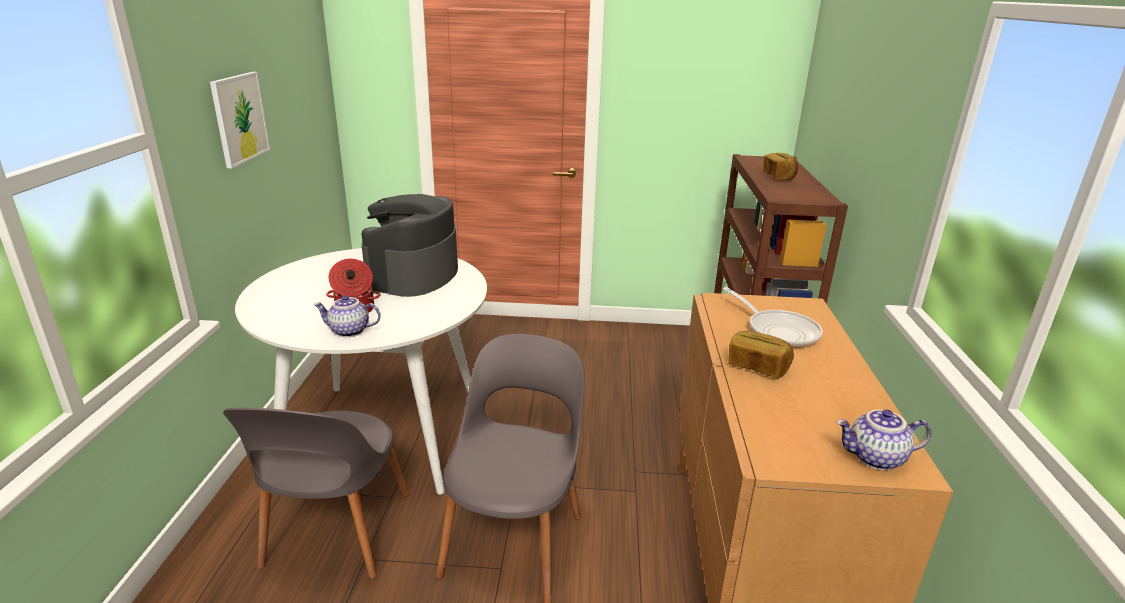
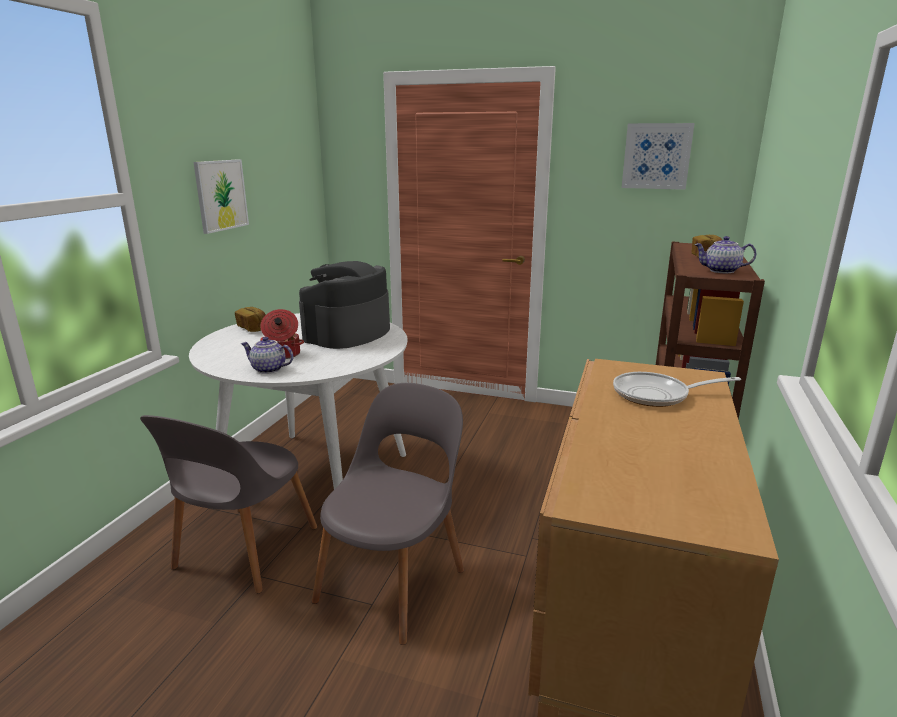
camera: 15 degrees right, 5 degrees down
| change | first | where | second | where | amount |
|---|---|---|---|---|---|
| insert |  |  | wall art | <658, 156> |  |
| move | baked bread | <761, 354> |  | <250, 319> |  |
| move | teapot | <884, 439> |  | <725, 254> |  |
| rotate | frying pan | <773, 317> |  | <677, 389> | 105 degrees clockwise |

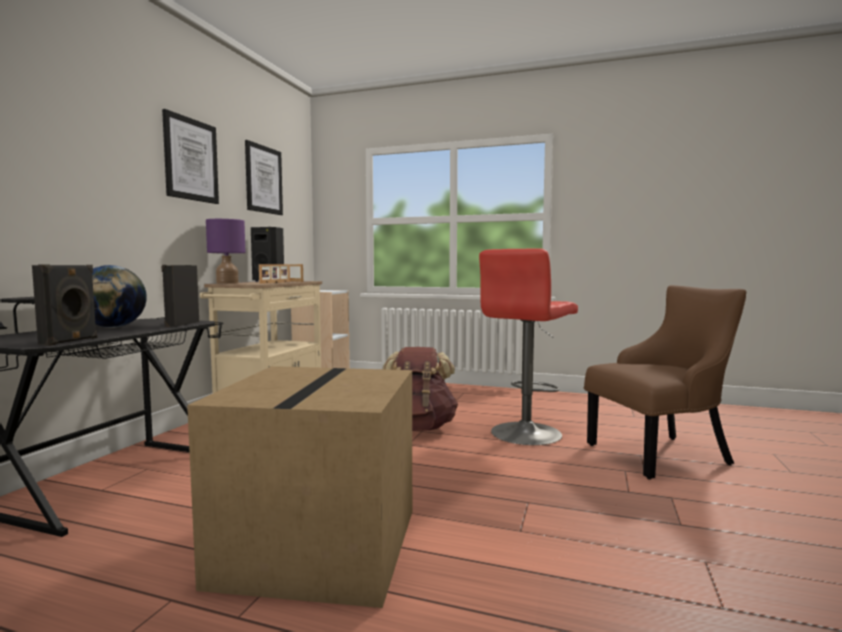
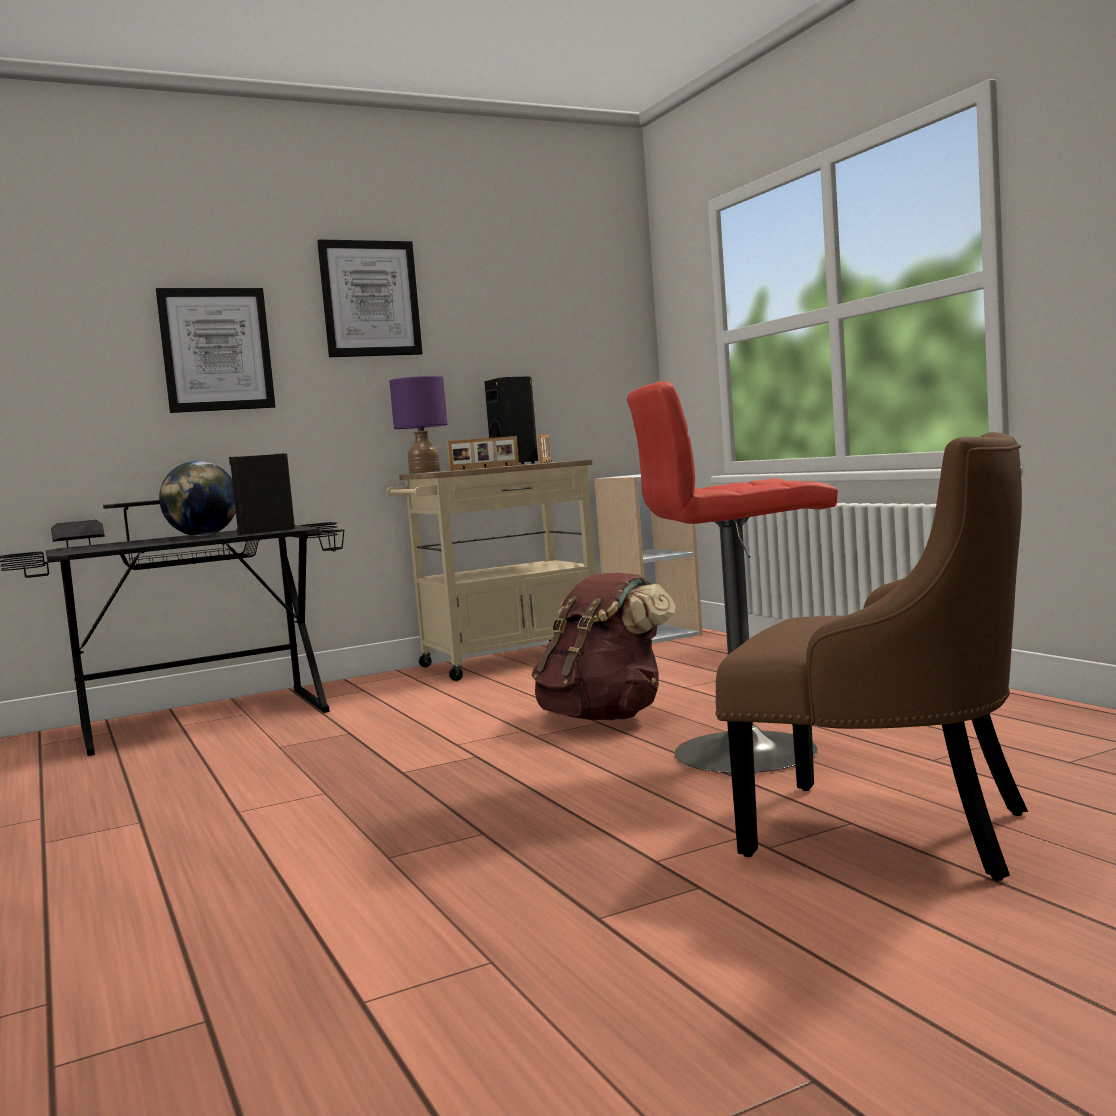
camera: 45 degrees right, 0 degrees up
| change | first | where | second | where | amount |
|---|---|---|---|---|---|
| delete | blackish loudspeaker | <64, 305> |  |  |  |
| delete | carton | <299, 487> |  |  |  |
| move | wall art | <264, 177> |  | <216, 350> |  |

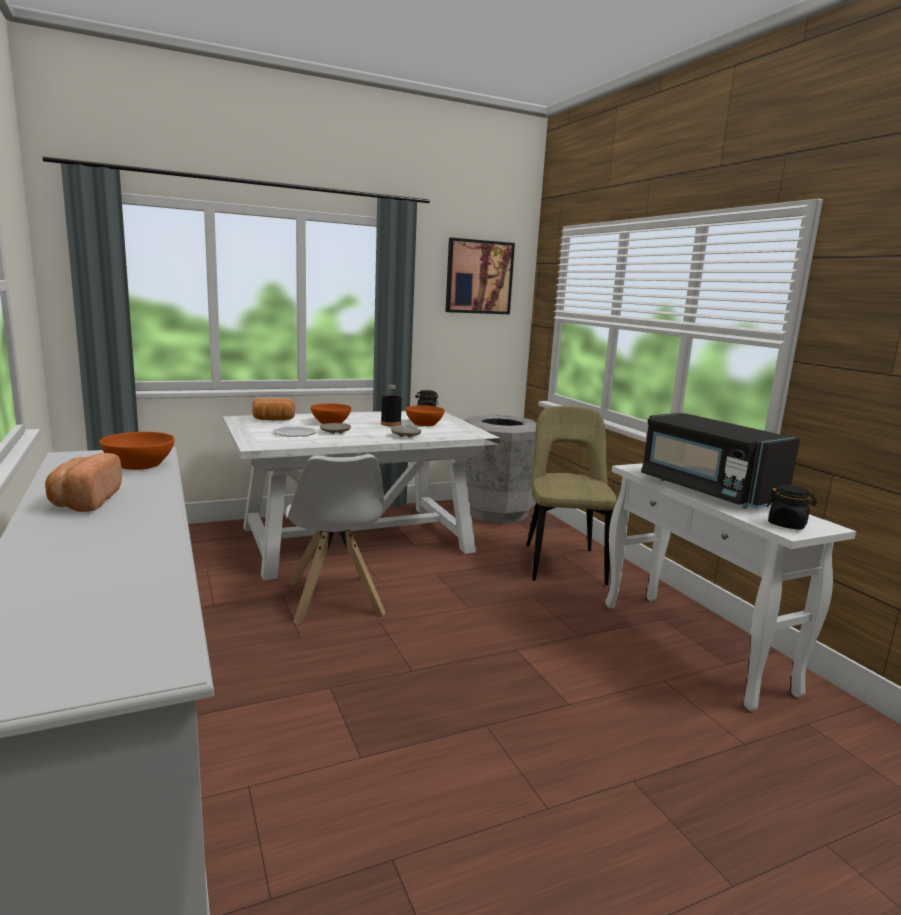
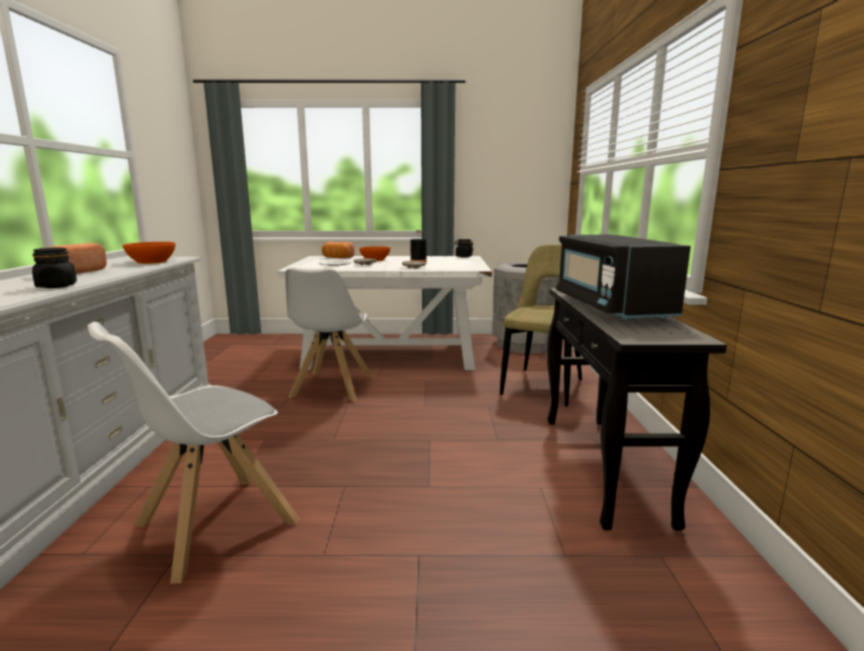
camera: 25 degrees right, 0 degrees up
| change | first | where | second | where | amount |
|---|---|---|---|---|---|
| delete | orangey bowl | <425, 415> |  |  |  |
| delete | wall art | <480, 276> |  |  |  |
| insert |  |  | plain chair | <193, 453> |  |
| move | blackish storage jar | <792, 507> |  | <54, 267> |  |
| recolor | white narrow table | <730, 587> | blackish narrow table | <637, 409> |  |

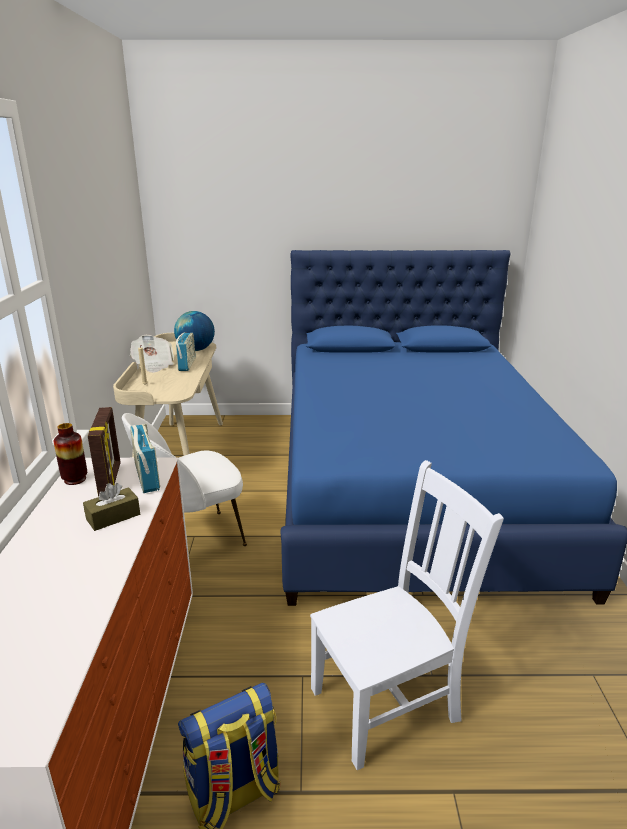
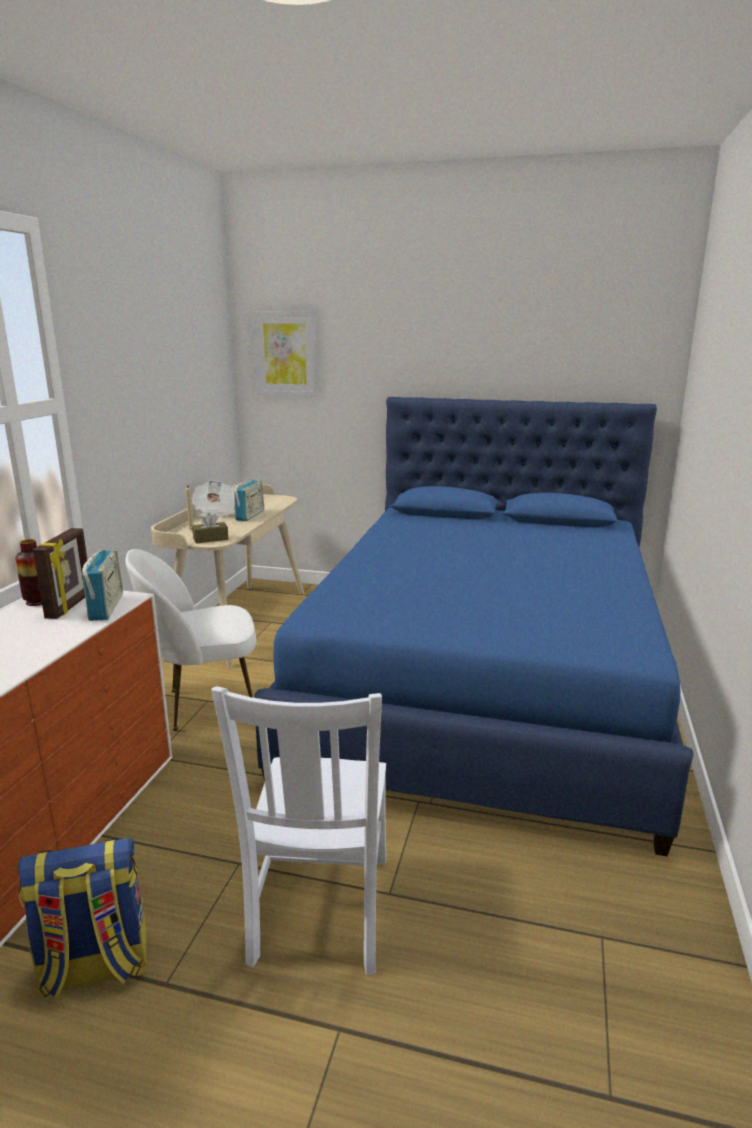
camera: 15 degrees right, 5 degrees down
| change | first | where | second | where | amount |
|---|---|---|---|---|---|
| delete | desk globe | <194, 331> |  |  |  |
| insert |  |  | wall art | <285, 354> |  |
| move | brownish tissue holder | <111, 507> |  | <210, 528> |  |
| rotate | white plain chair | <407, 615> |  | <298, 830> | 105 degrees clockwise |

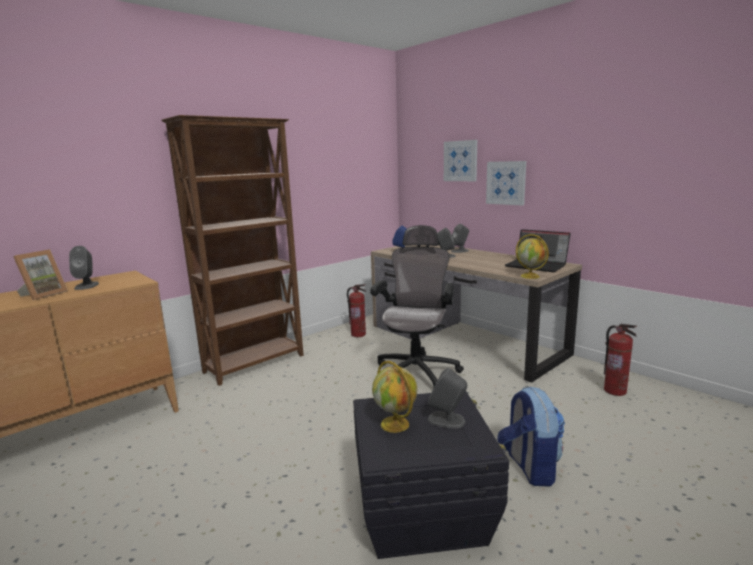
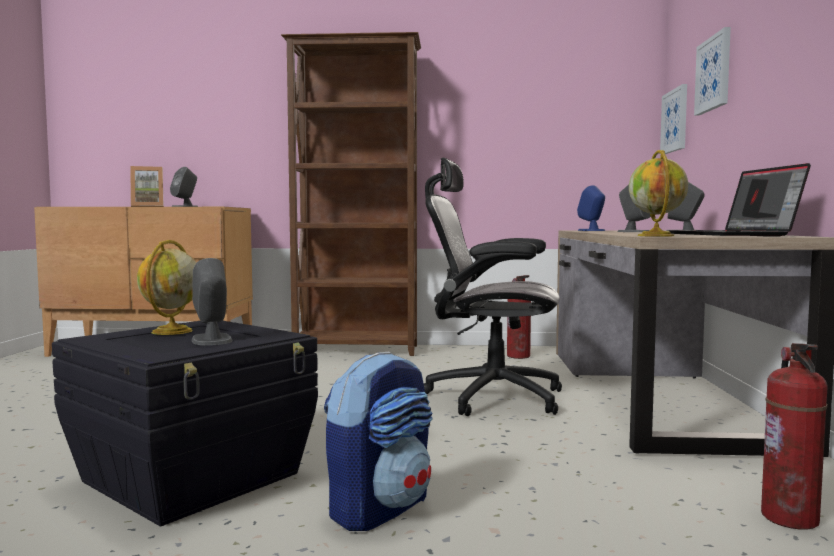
camera: 45 degrees right, 10 degrees down
| change | first | where | second | where | amount |
|---|---|---|---|---|---|
| move | wall art | <506, 183> |  | <673, 119> |  |
| rotate | office chair | <417, 305> |  | <493, 287> | 135 degrees counterclockwise |

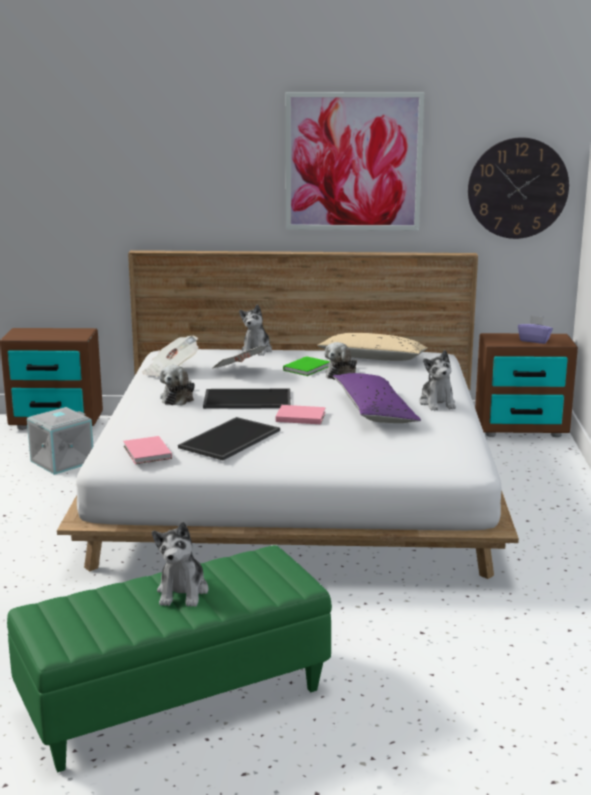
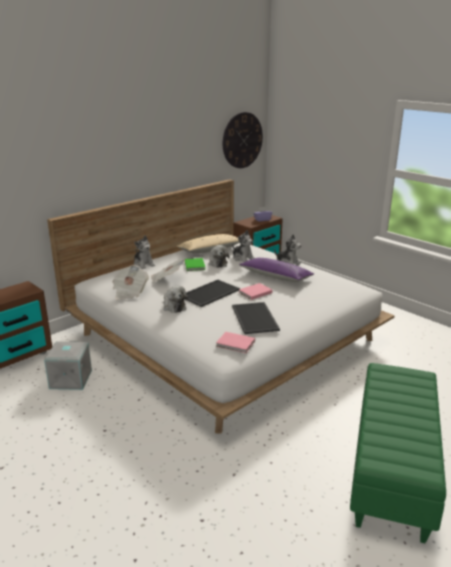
camera: 45 degrees left, 5 degrees up
| change | first | where | second | where | amount |
|---|---|---|---|---|---|
| delete | wall art | <355, 161> |  |  |  |
| move | soft toy | <180, 564> |  | <243, 246> |  |

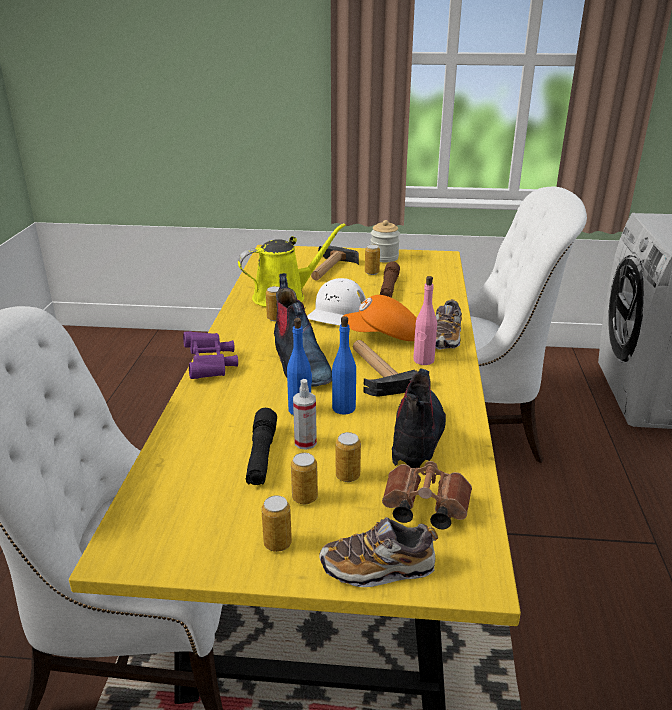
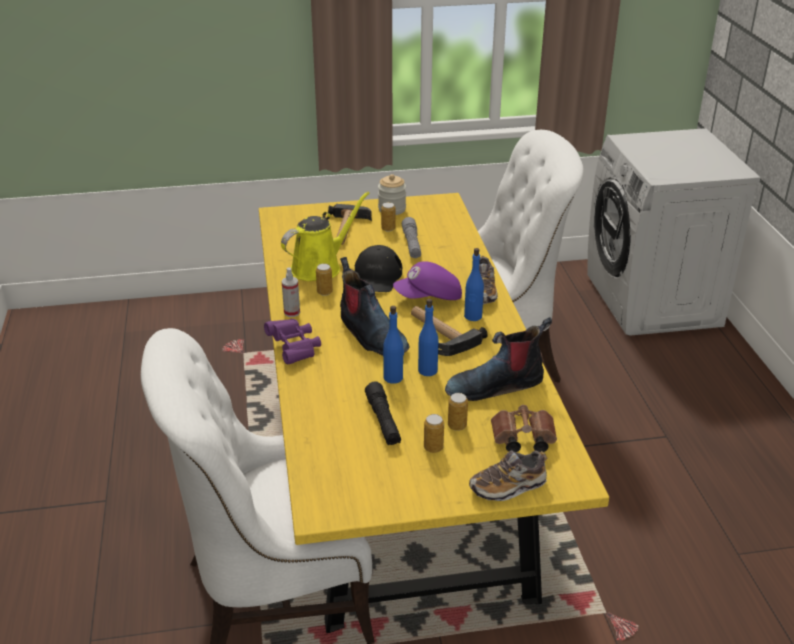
camera: 15 degrees left, 5 degrees up
| change | first | where | second | where | amount |
|---|---|---|---|---|---|
| delete | metal can | <276, 523> |  |  |  |
| move | hand sprayer | <305, 414> |  | <291, 292> |  |
| recolor | white baseball cap | <336, 302> | blackish baseball cap | <378, 268> |  |
| recolor | orangey baseball cap | <379, 318> | purple baseball cap | <427, 280> |  |
| recolor | brownish torch | <390, 279> | gray torch | <411, 237> |  |
| recolor | pink drink bottle | <425, 320> | blue-coloured drink bottle | <474, 284> |  |
| rotate | high-top boot | <419, 418> |  | <498, 359> | 105 degrees counterclockwise |

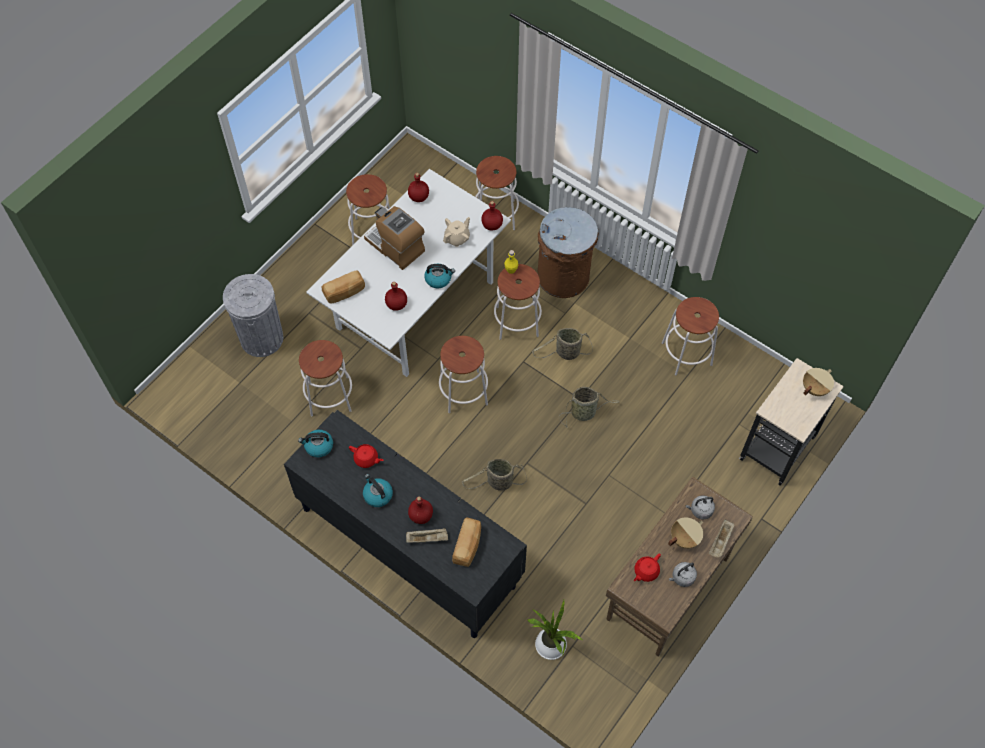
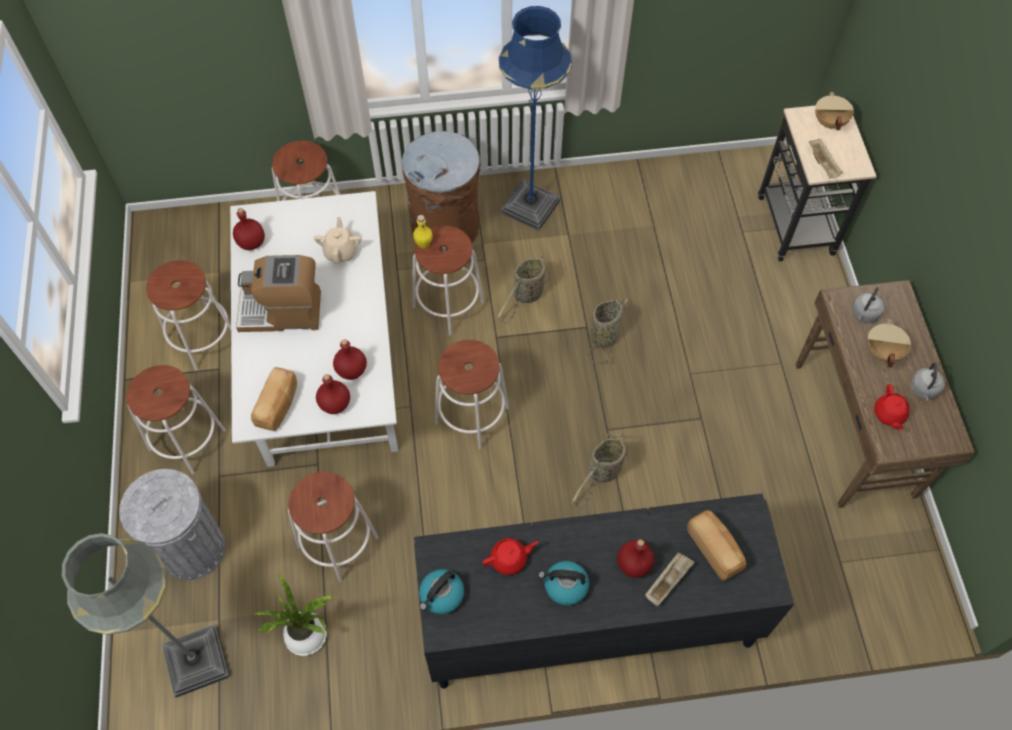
camera: 45 degrees left, 0 degrees up
| change | first | where | second | where | amount |
|---|---|---|---|---|---|
| delete | water kettle | <439, 276> |  |  |  |
| insert |  |  | gray floor lamp | <146, 615> |  |
| insert |  |  | blue-coloured floor lamp | <535, 118> |  |
| move | reddish drink bottle | <492, 215> |  | <333, 394> |  |
| move | houseplant | <555, 630> |  | <293, 614> |  |
| move | white sitting stool | <690, 336> |  | <176, 419> |  |
| move | beige-coloured serving tray | <722, 538> |  | <826, 159> |  |

